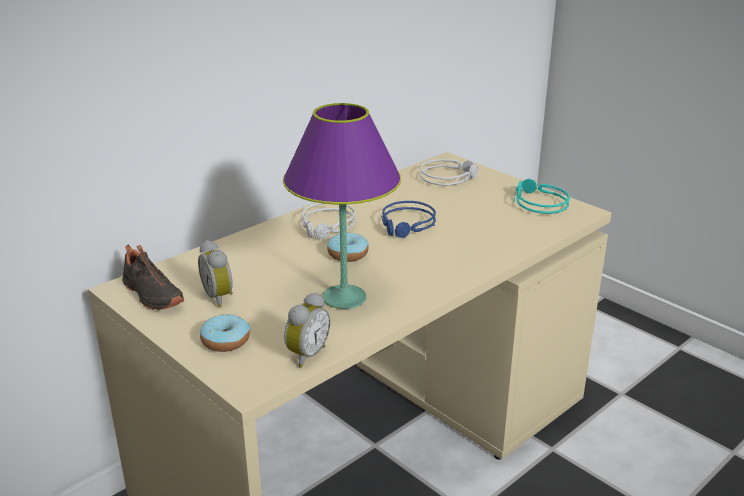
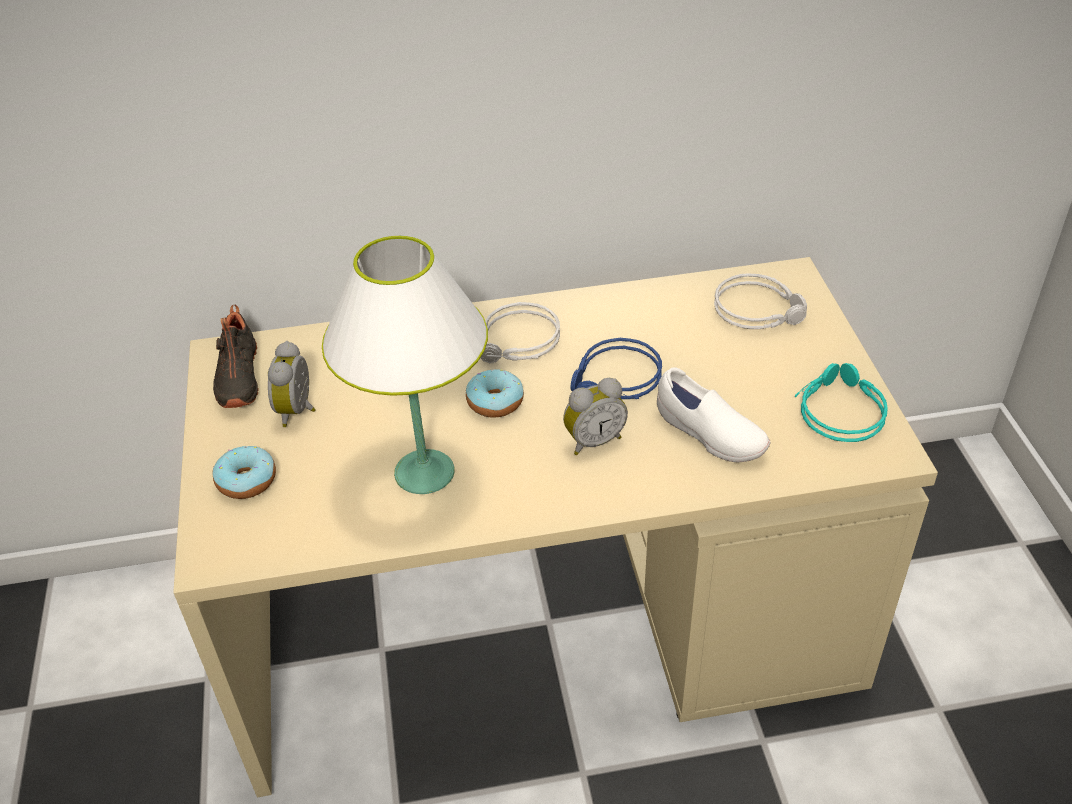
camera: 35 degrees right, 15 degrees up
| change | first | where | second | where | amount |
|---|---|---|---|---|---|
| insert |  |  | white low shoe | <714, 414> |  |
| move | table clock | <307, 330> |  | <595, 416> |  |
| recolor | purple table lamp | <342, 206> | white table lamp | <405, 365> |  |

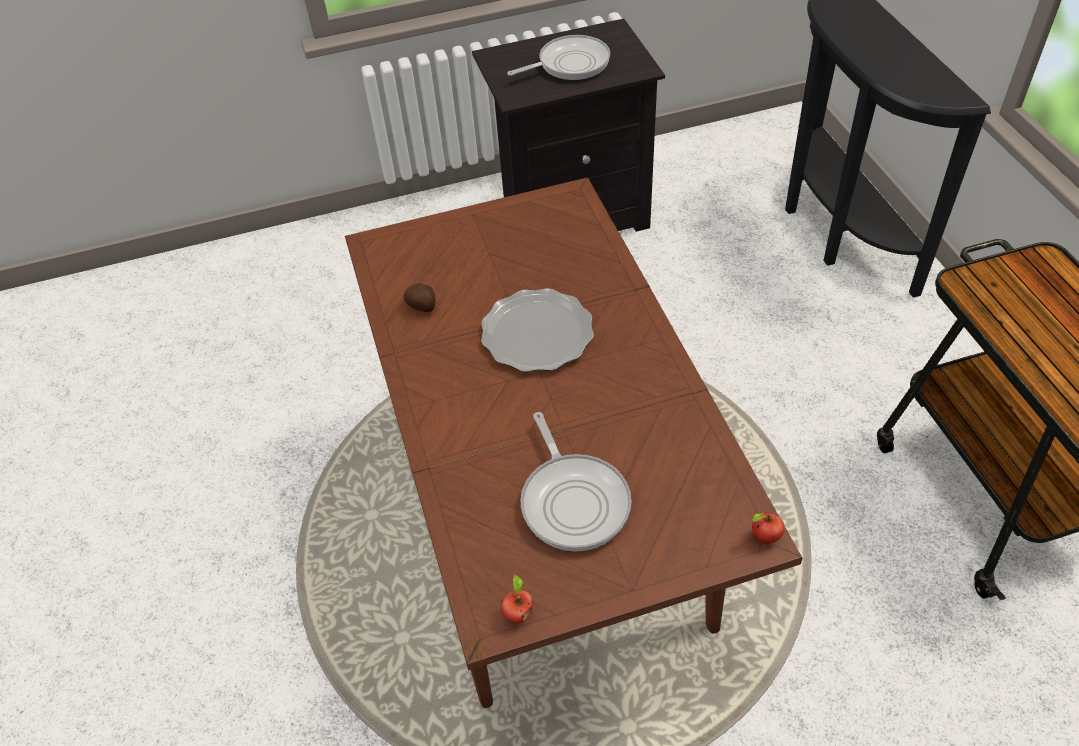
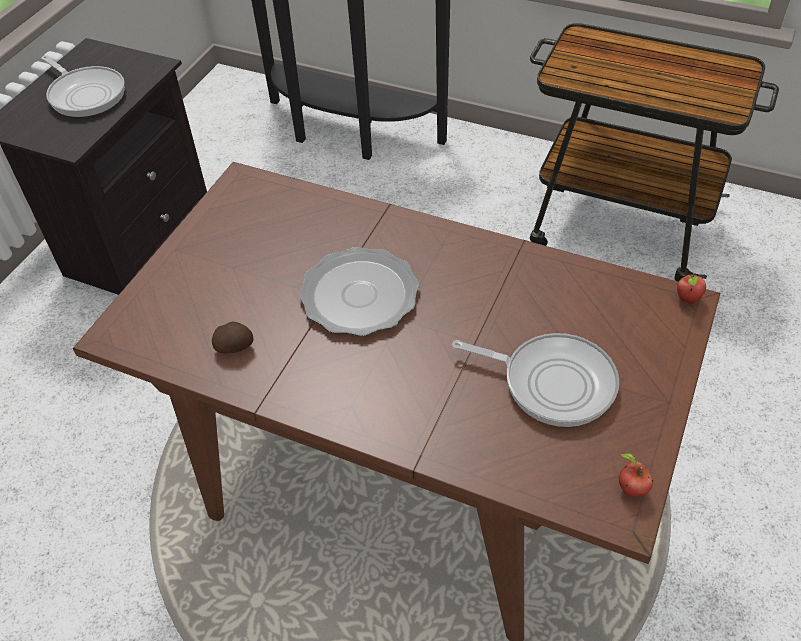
camera: 50 degrees left, 0 degrees up
| change | first | where | second | where | amount |
|---|---|---|---|---|---|
| rotate | frying pan | <558, 57> |  | <83, 86> | 120 degrees clockwise |

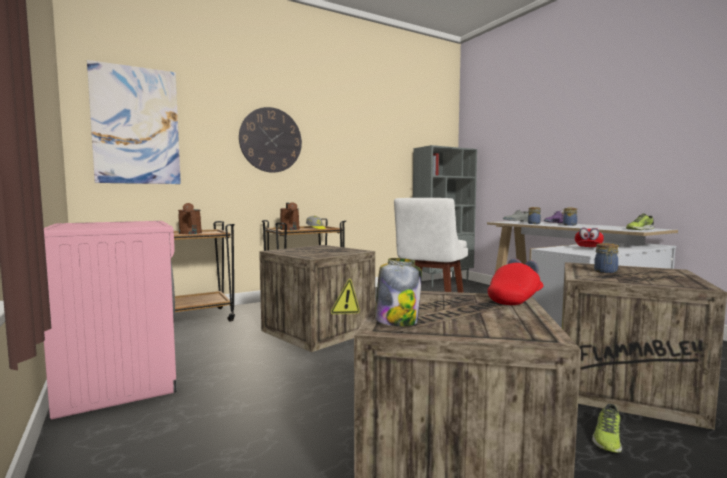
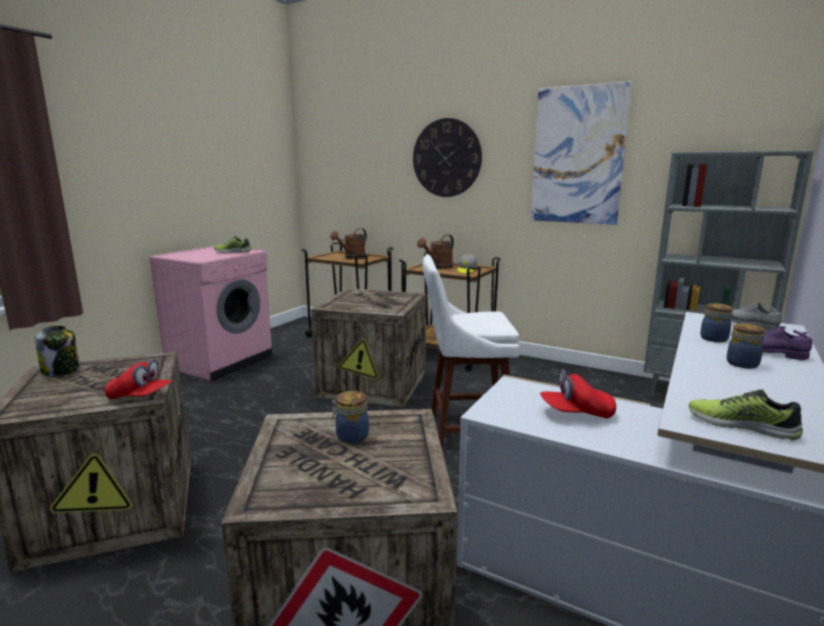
camera: 60 degrees right, 10 degrees up
| change | first | where | second | where | amount |
|---|---|---|---|---|---|
| move | wall art | <134, 122> |  | <581, 153> |  |
| move | low shoe | <607, 428> |  | <232, 244> |  |

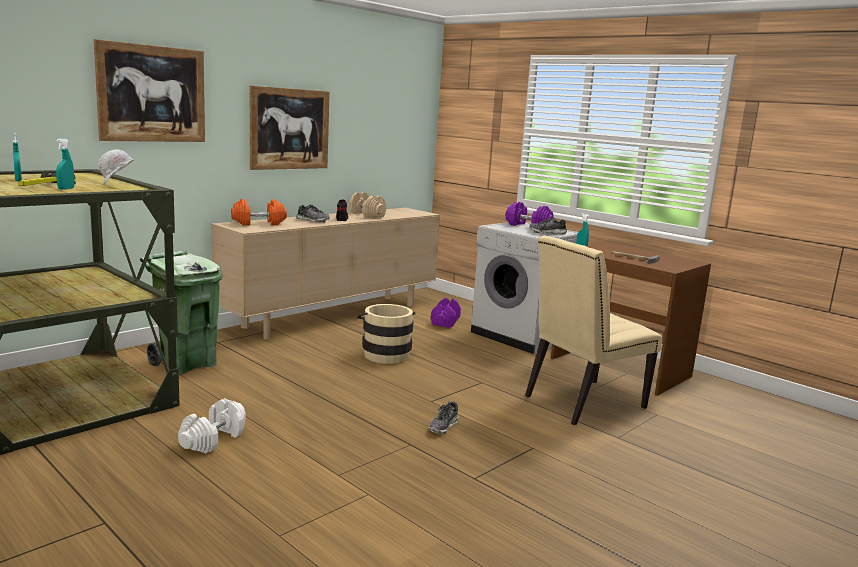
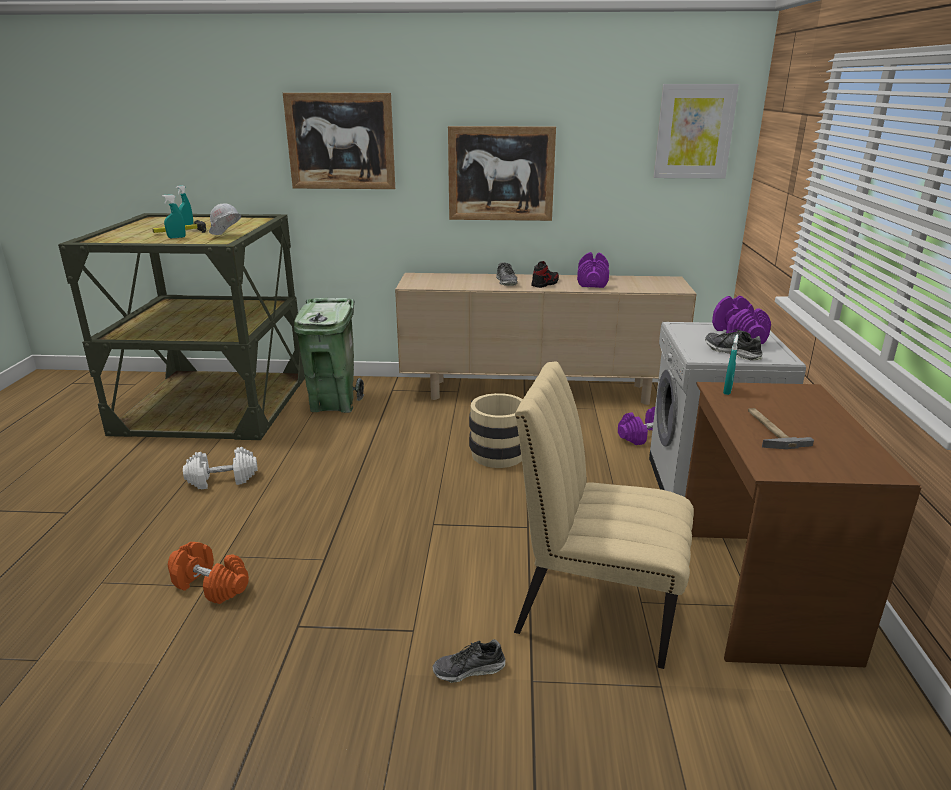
camera: 50 degrees right, 10 degrees up
| change | first | where | second | where | amount |
|---|---|---|---|---|---|
| insert |  |  | wall art | <696, 131> |  |
| move | orangey free weight | <259, 212> |  | <208, 573> |  |
| move | low shoe | <444, 417> |  | <468, 661> |  |
| recolor | beige-coloured free weight | <368, 205> | purple free weight | <593, 270> |  |

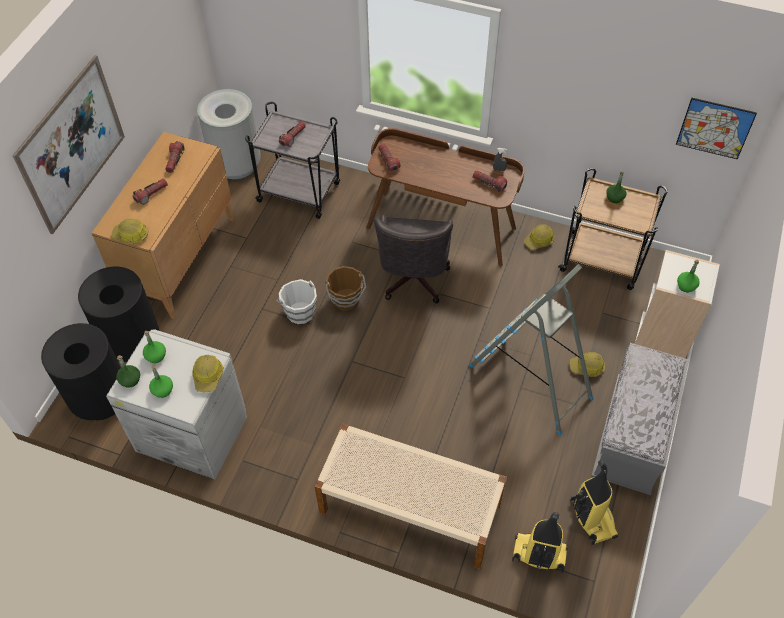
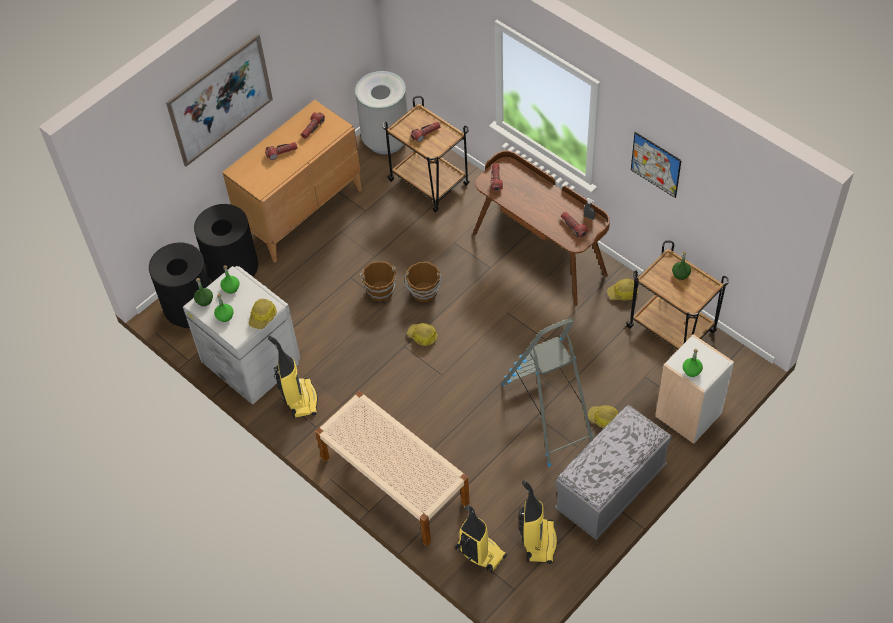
camera: 25 degrees right, 0 degrees up
| change | first | where | second | where | amount |
|---|---|---|---|---|---|
| delete | gray office chair | <413, 258> |  |  |  |
| insert |  |  | hoover | <293, 377> |  |
| move | work helmet | <129, 231> |  | <422, 334> |  |
| move | wall art | <716, 128> |  | <656, 165> |  |
| recolor | gray wheeled cart | <292, 160> | brownish wheeled cart | <425, 154> |  |
| recolor | white water bucket | <296, 301> | brownish water bucket | <377, 281> |  |

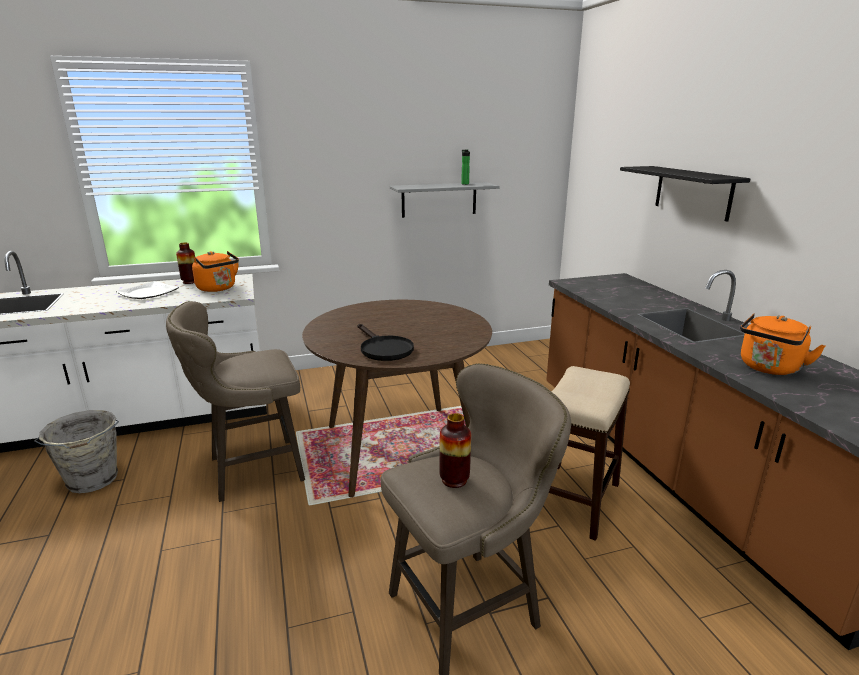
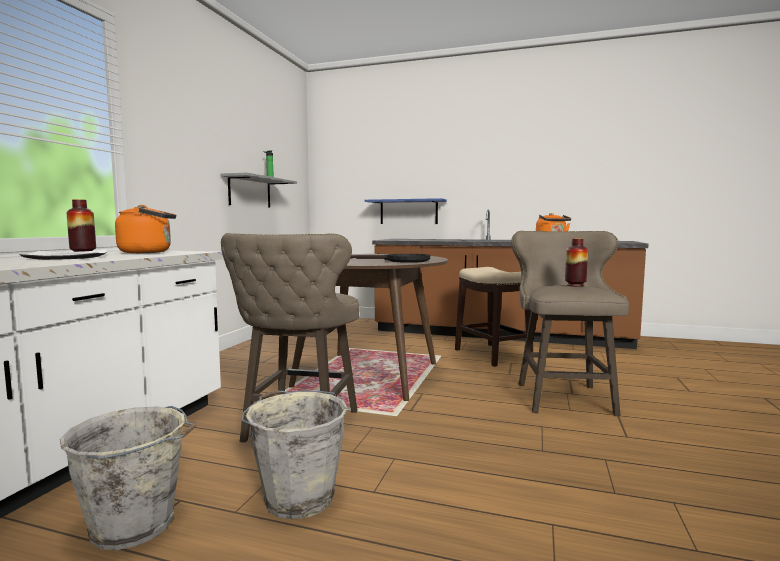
camera: 55 degrees left, 15 degrees down
| change | first | where | second | where | amount |
|---|---|---|---|---|---|
| delete | blackish shelf | <685, 194> |  |  |  |
| insert |  |  | gray water bucket | <294, 455> |  |
| insert |  |  | blue-coloured shelf | <406, 211> |  |

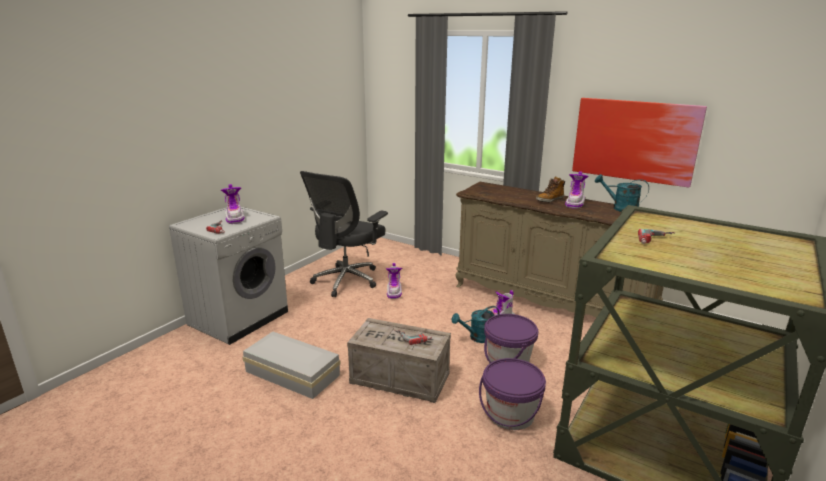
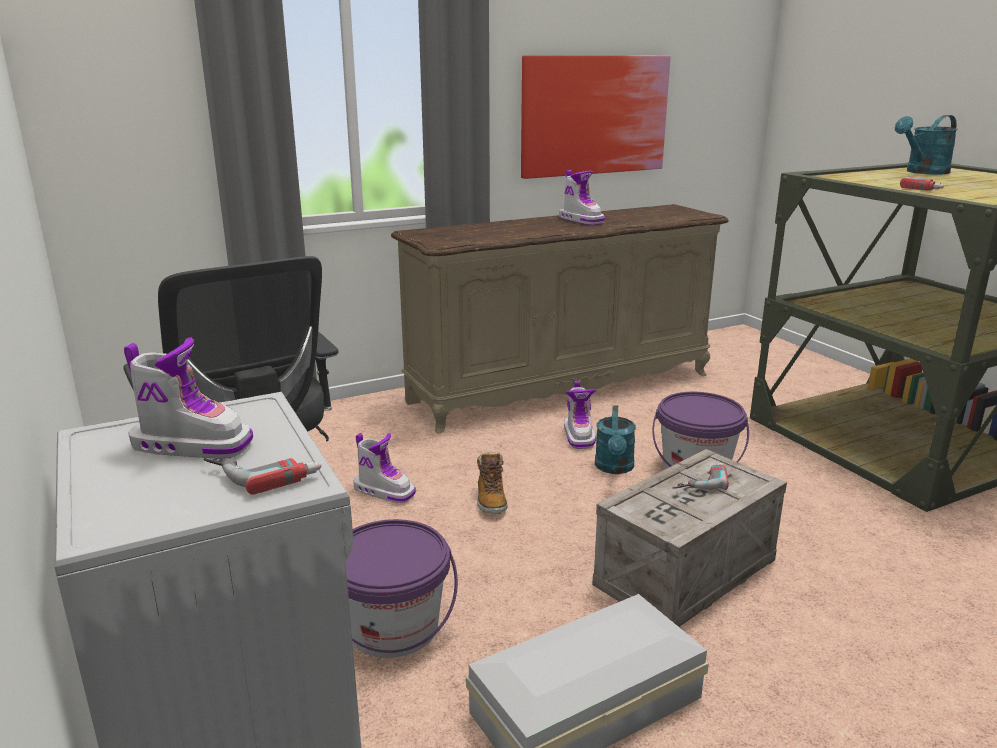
camera: 60 degrees left, 0 degrees up
| change | first | where | second | where | amount |
|---|---|---|---|---|---|
| move | purple water bucket | <512, 394> |  | <401, 588> |  |
| move | high-top boot | <550, 189> |  | <492, 483> |  |
| move | turquoise watering pot | <622, 193> |  | <926, 145> |  |

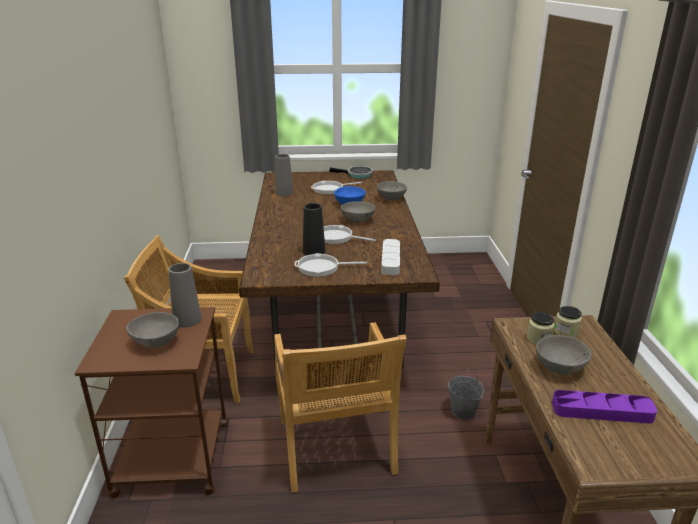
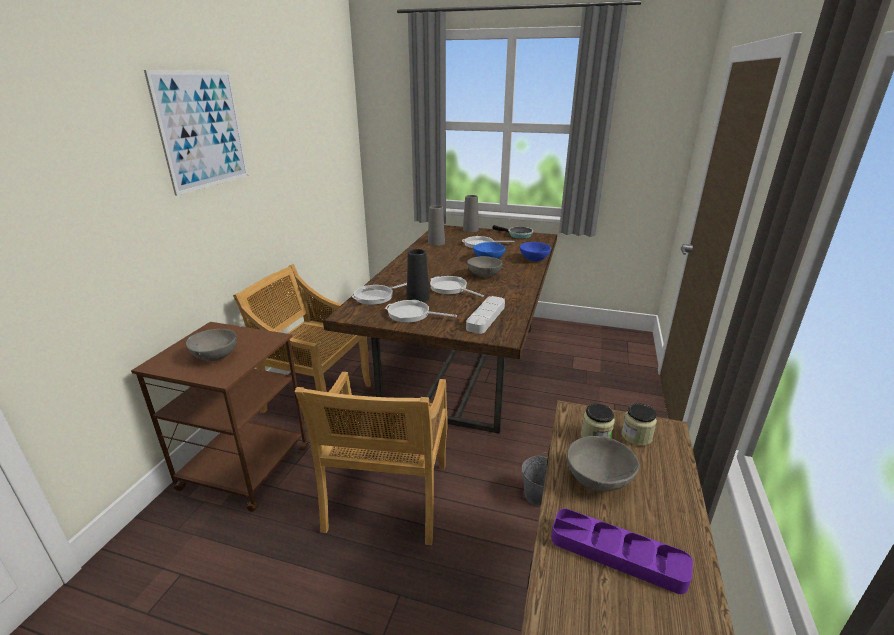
camera: 20 degrees right, 0 degrees up
| change | first | where | second | where | amount |
|---|---|---|---|---|---|
| insert |  |  | wall art | <196, 133> |  |
| insert |  |  | frying pan | <379, 294> |  |
| move | gray flower vase | <185, 295> |  | <471, 213> |  |
| recolor | gray bowl | <392, 190> | blue-coloured bowl | <535, 252> |  |

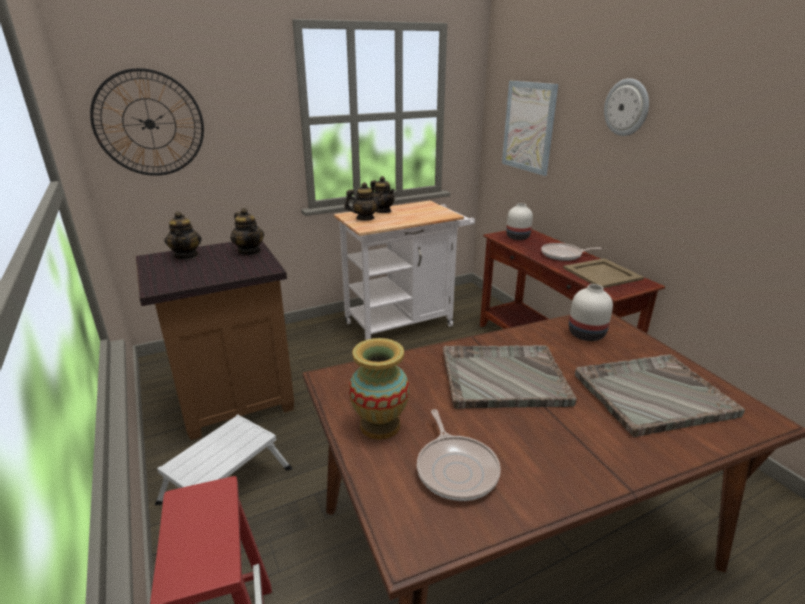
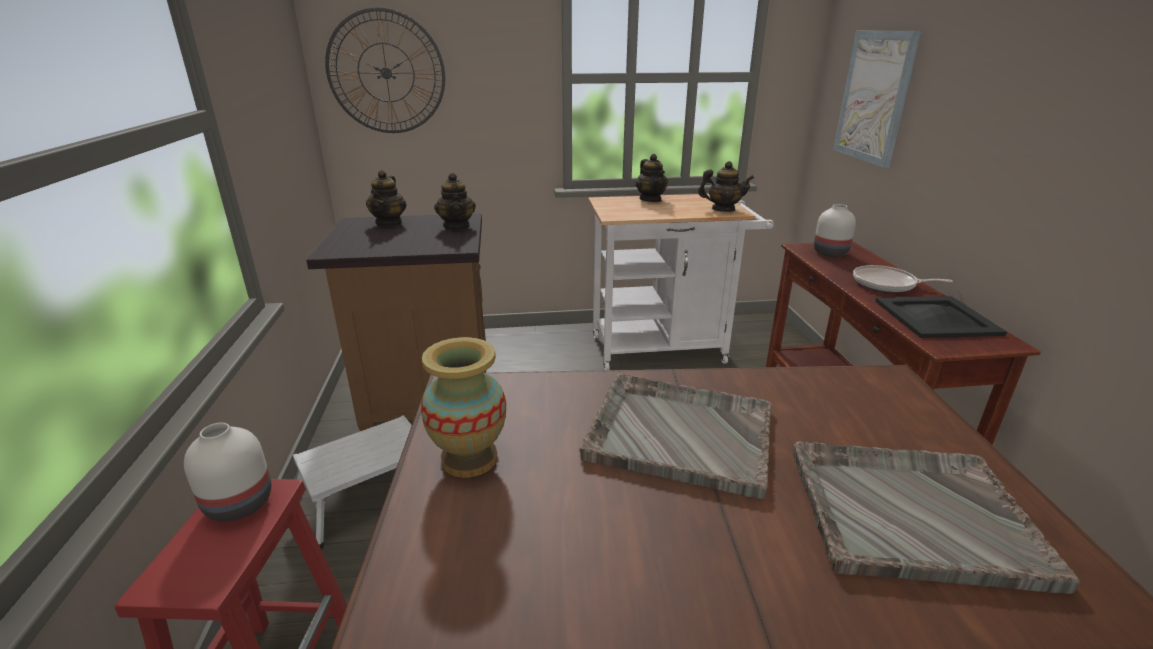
camera: 20 degrees right, 0 degrees up
| change | first | where | second | where | amount |
|---|---|---|---|---|---|
| delete | frying pan | <459, 455> |  |  |  |
| delete | clock on the wall | <626, 107> |  |  |  |
| move | teapot | <364, 201> |  | <726, 186> |  |
| move | white flower vase | <591, 312> |  | <227, 472> |  |
| recolor | beige-coloured serving tray | <603, 273> | blackish serving tray | <941, 317> |  |

